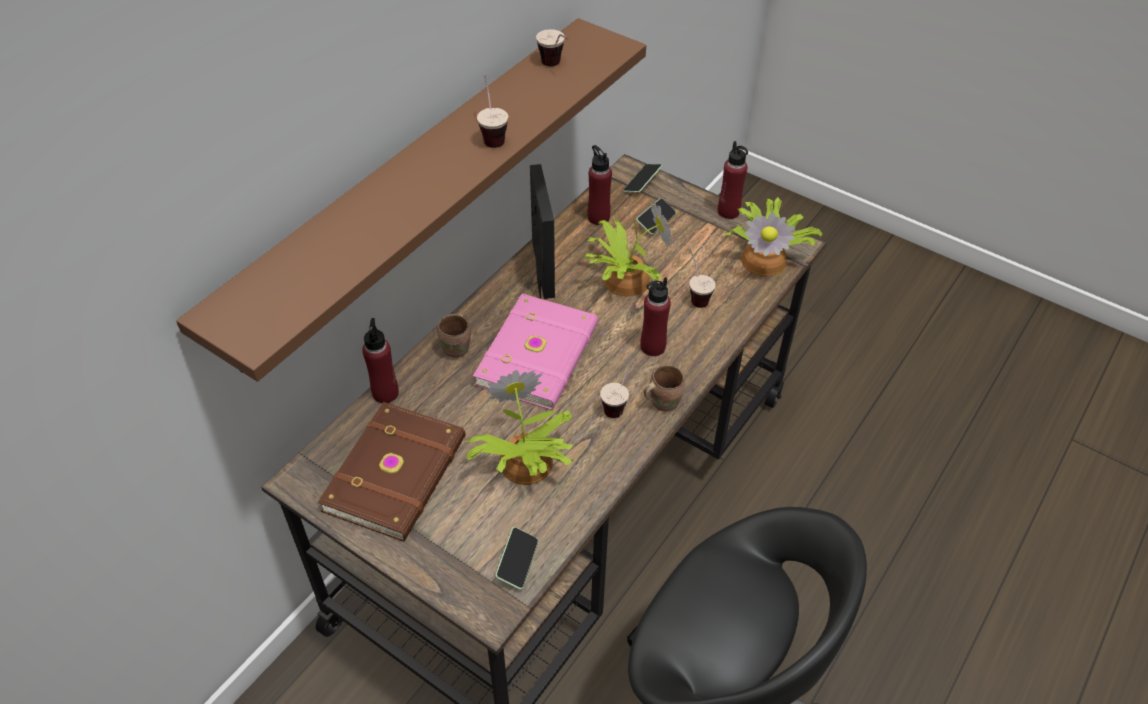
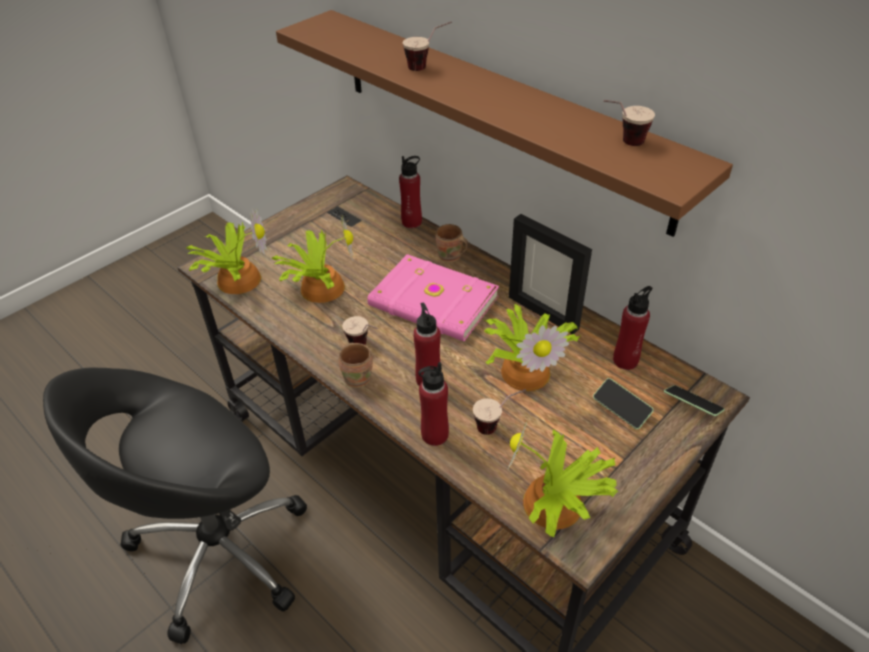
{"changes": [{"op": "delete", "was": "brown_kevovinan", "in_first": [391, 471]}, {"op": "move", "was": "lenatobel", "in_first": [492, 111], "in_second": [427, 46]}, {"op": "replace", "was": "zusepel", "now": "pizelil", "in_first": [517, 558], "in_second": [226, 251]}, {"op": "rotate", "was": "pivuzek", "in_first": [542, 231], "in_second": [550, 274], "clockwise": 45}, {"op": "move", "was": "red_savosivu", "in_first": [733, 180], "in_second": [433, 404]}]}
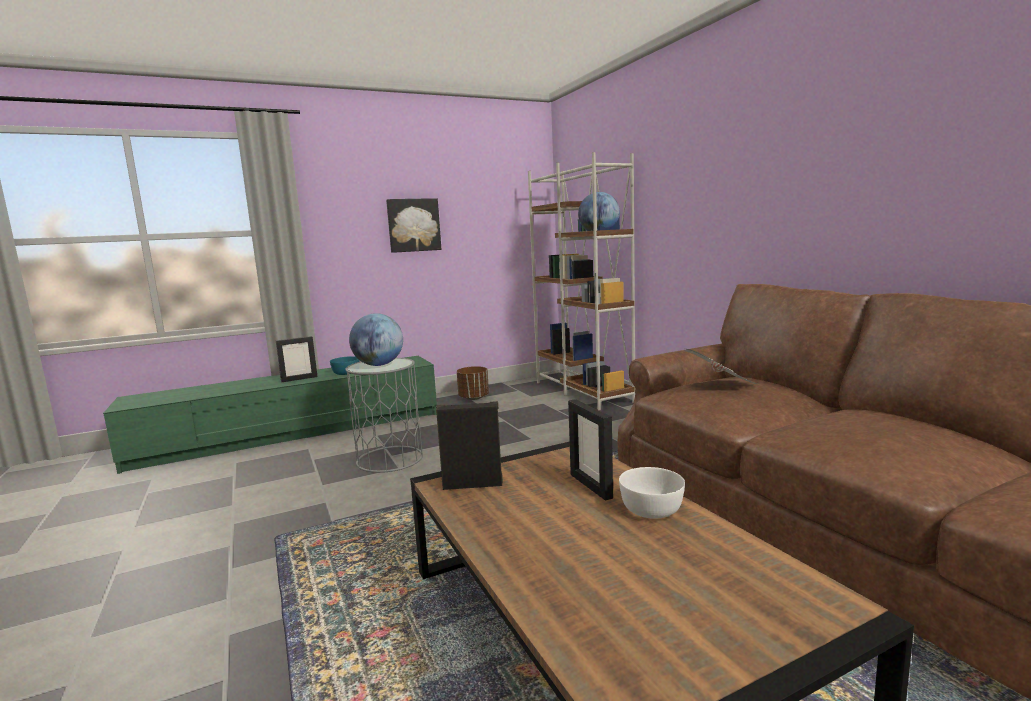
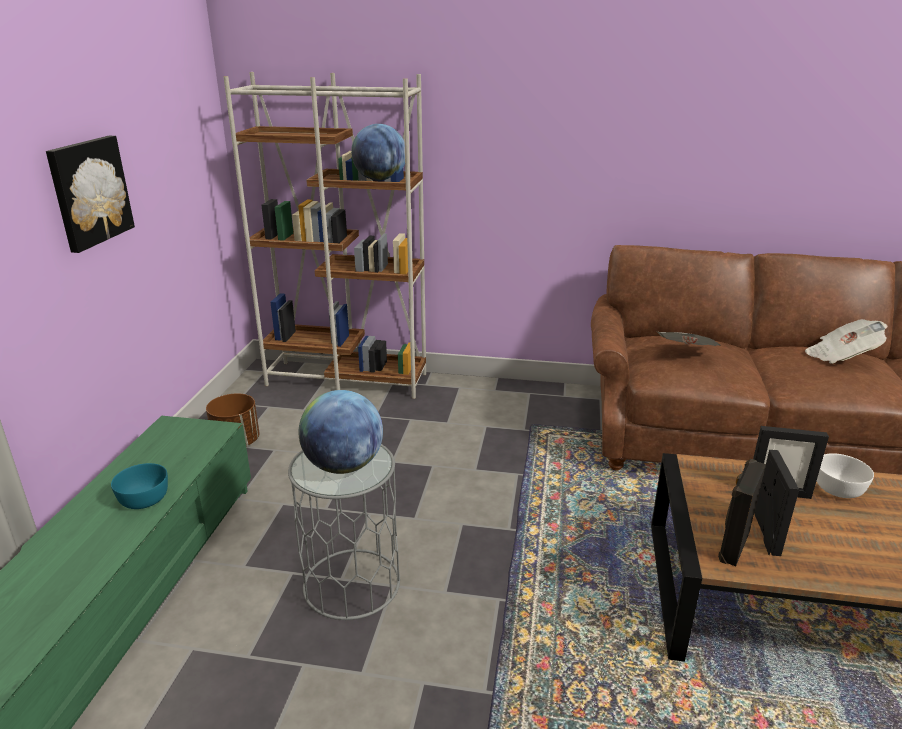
{"changes": [{"op": "move", "was": "pivuzek", "in_first": [297, 359], "in_second": [776, 503]}, {"op": "insert", "now": "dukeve", "in_second": [846, 341]}]}
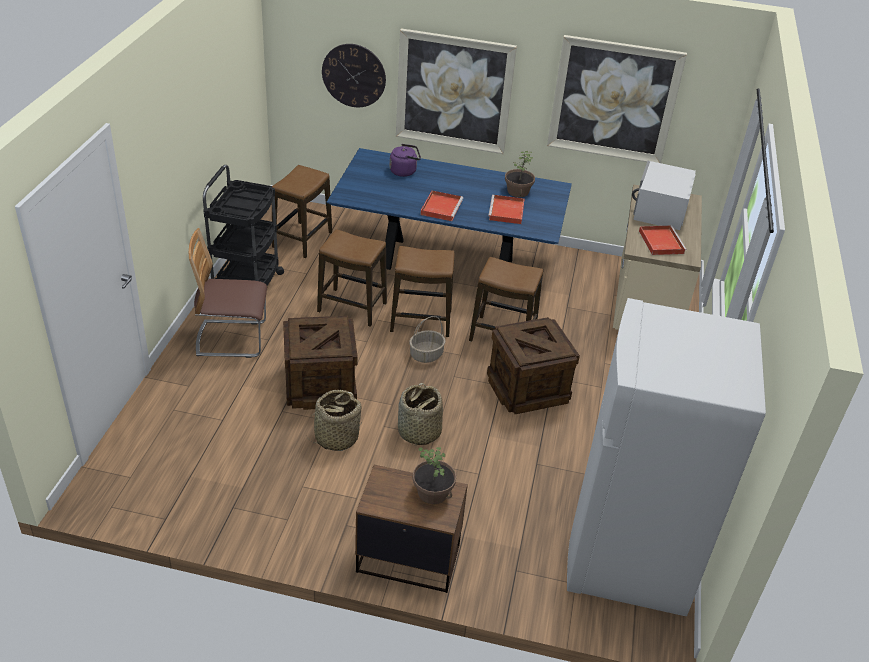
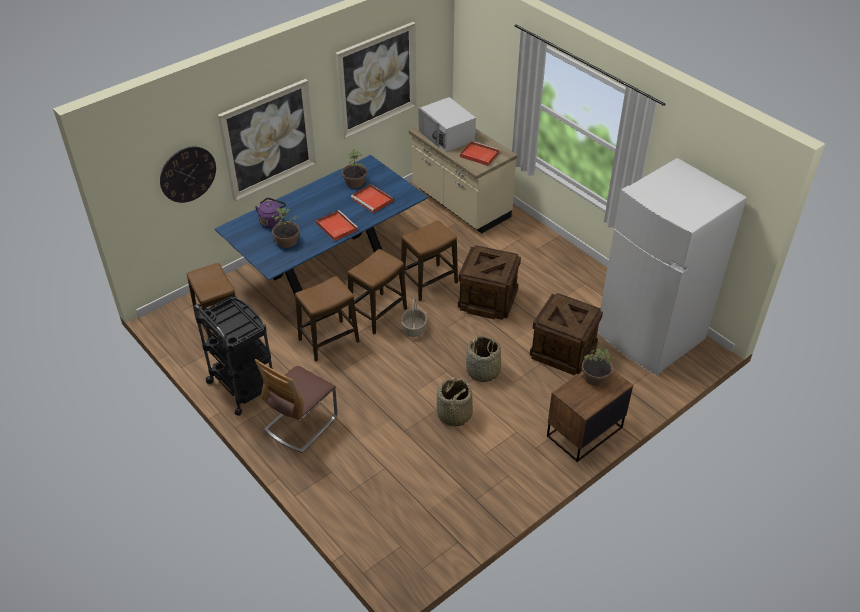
{"changes": [{"op": "move", "was": "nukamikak", "in_first": [320, 363], "in_second": [566, 334]}, {"op": "insert", "now": "pizelil", "in_second": [285, 228]}]}
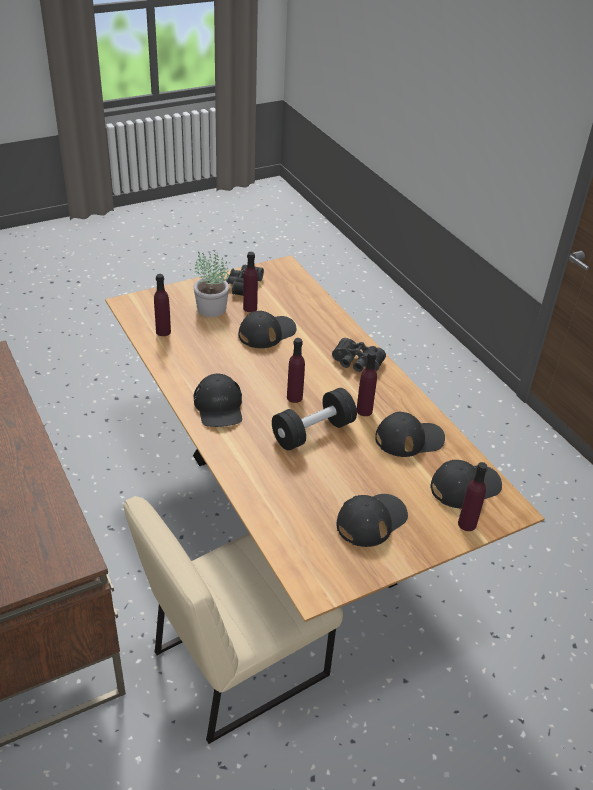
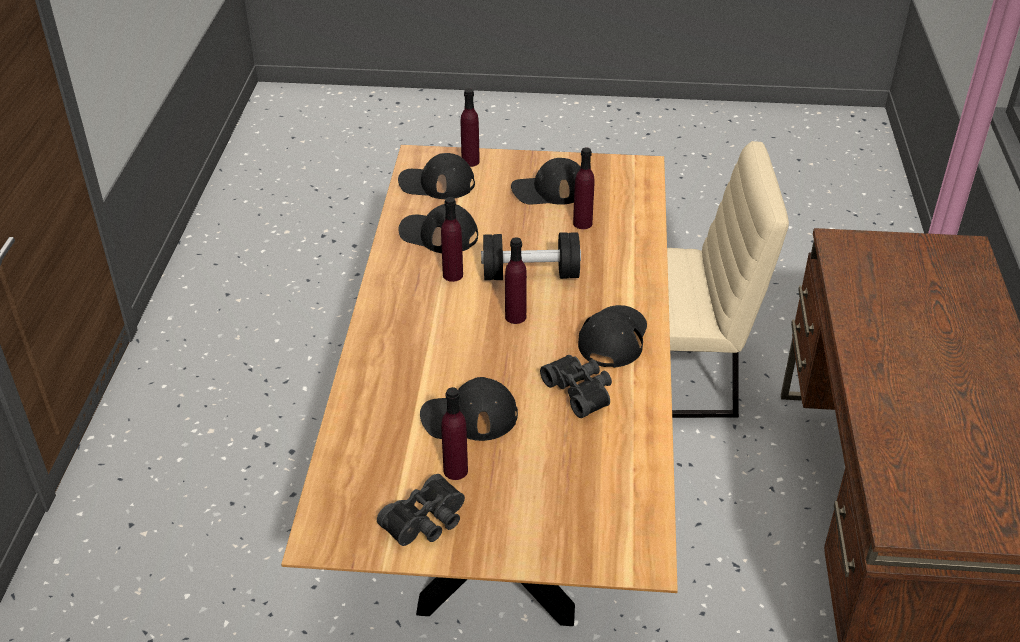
{"changes": [{"op": "move", "was": "purple_savosivu", "in_first": [162, 305], "in_second": [584, 188]}, {"op": "delete", "was": "pizelil", "in_first": [211, 284]}, {"op": "move", "was": "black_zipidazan", "in_first": [359, 355], "in_second": [576, 386]}]}
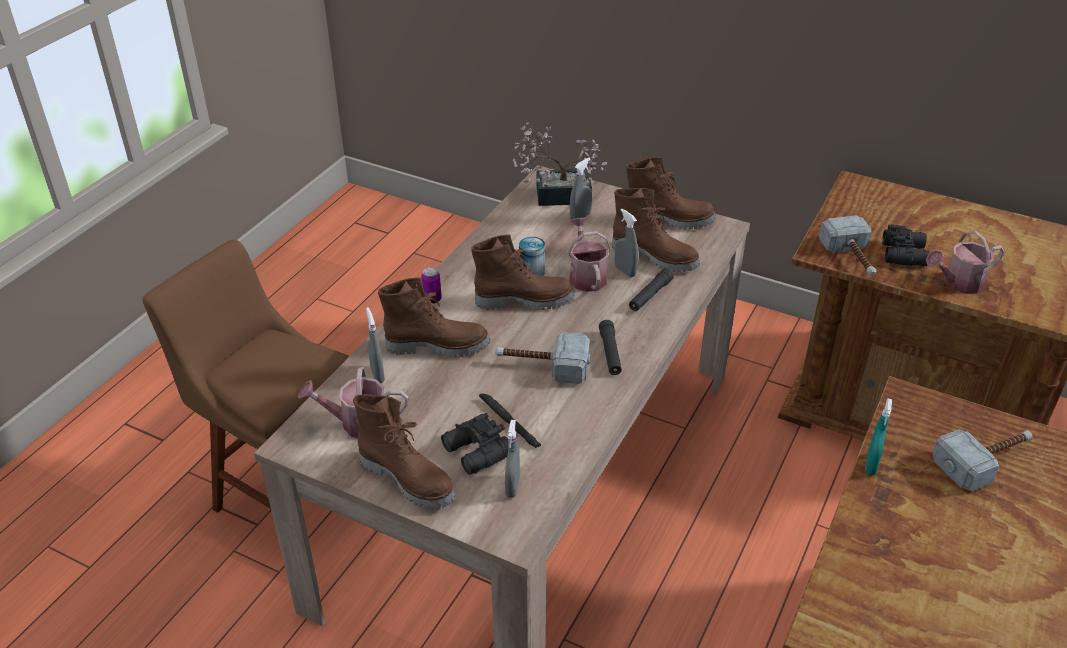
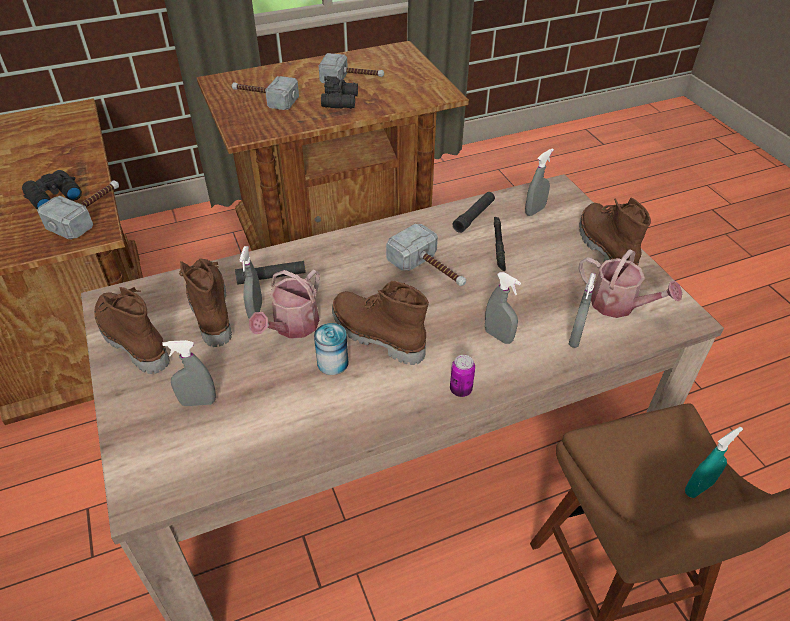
{"changes": [{"op": "replace", "was": "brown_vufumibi", "now": "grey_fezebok", "in_first": [434, 317], "in_second": [503, 308]}, {"op": "move", "was": "black_zipidazan", "in_first": [474, 444], "in_second": [339, 92]}, {"op": "delete", "was": "pizelil", "in_first": [560, 164]}, {"op": "move", "was": "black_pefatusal", "in_first": [610, 347], "in_second": [474, 212]}, {"op": "move", "was": "turquoise_fezebok", "in_first": [878, 436], "in_second": [714, 462]}, {"op": "delete", "was": "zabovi", "in_first": [965, 262]}, {"op": "insert", "now": "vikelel", "in_second": [351, 68]}]}
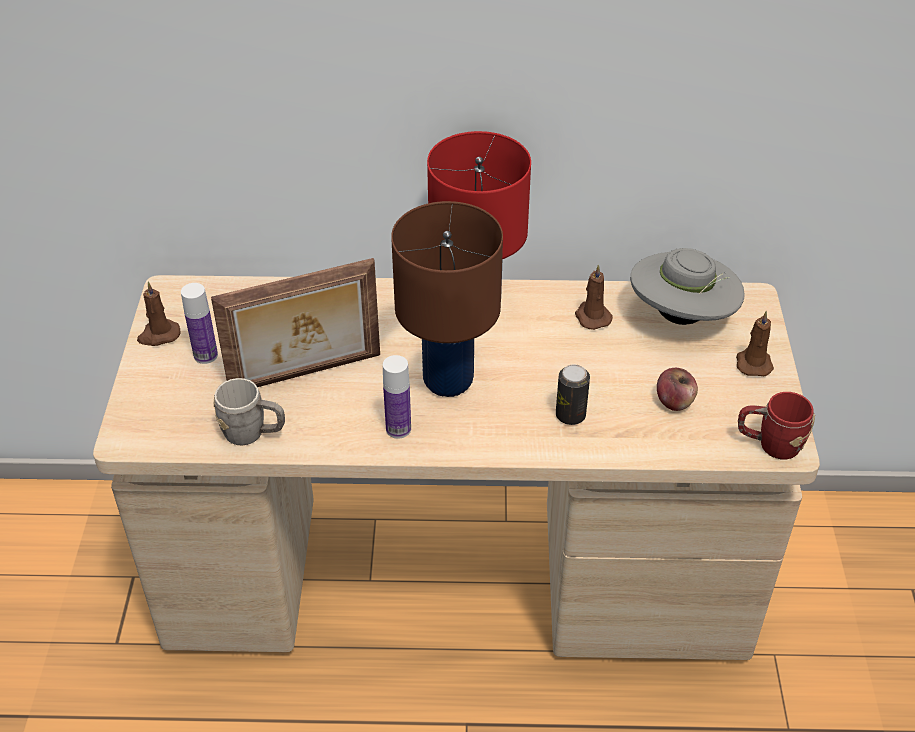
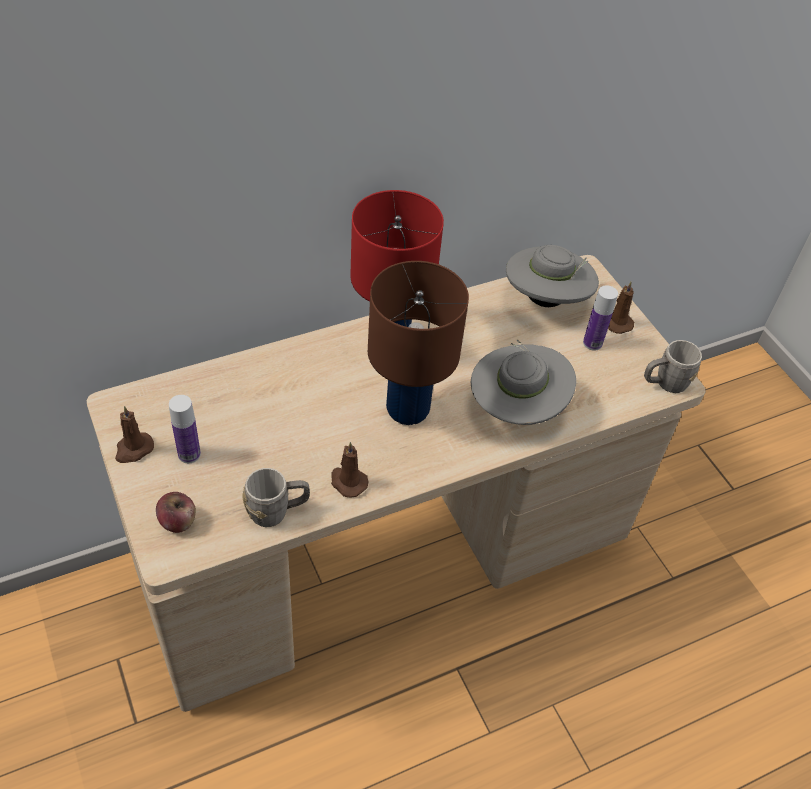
{"changes": [{"op": "delete", "was": "pivuzek", "in_first": [295, 322]}, {"op": "move", "was": "savosivu", "in_first": [397, 397], "in_second": [600, 318]}, {"op": "replace", "was": "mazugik", "now": "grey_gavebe", "in_first": [573, 394], "in_second": [523, 382]}, {"op": "move", "was": "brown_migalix", "in_first": [594, 297], "in_second": [349, 470]}, {"op": "move", "was": "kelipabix", "in_first": [677, 389], "in_second": [176, 512]}, {"op": "recolor", "was": "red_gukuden", "now": "grey_gukuden", "in_first": [776, 425], "in_second": [673, 366]}]}
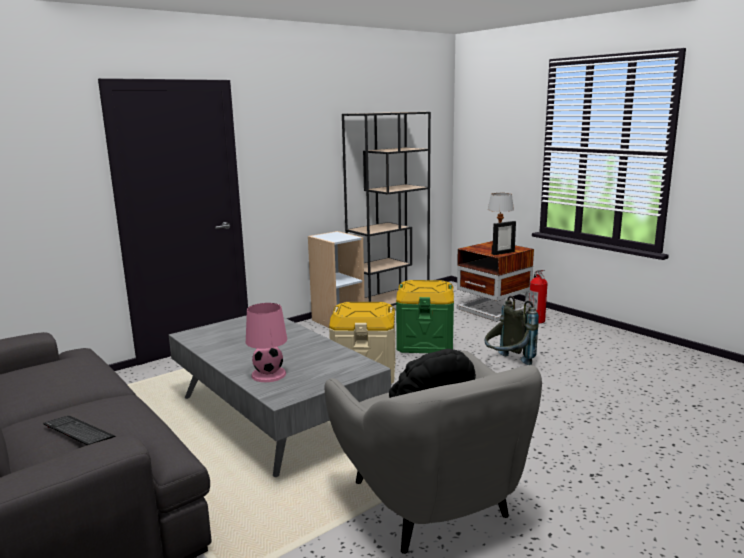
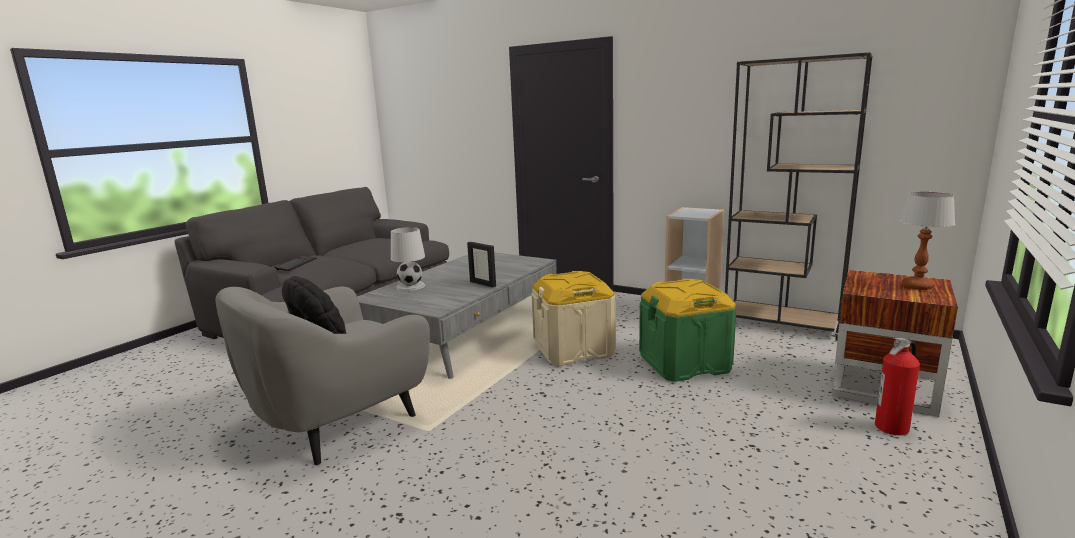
{"changes": [{"op": "recolor", "was": "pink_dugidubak", "now": "white_dugidubak", "in_first": [266, 342], "in_second": [408, 259]}, {"op": "delete", "was": "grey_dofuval", "in_first": [512, 330]}, {"op": "move", "was": "pivuzek", "in_first": [504, 238], "in_second": [481, 264]}]}
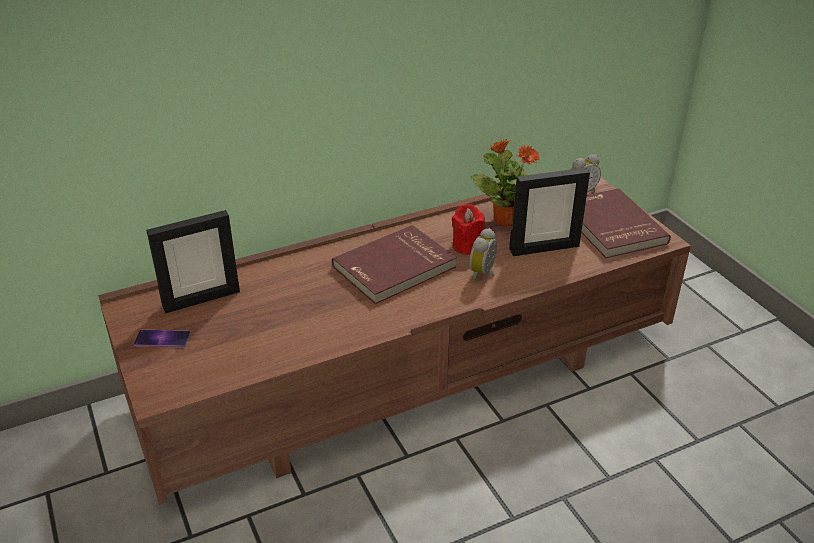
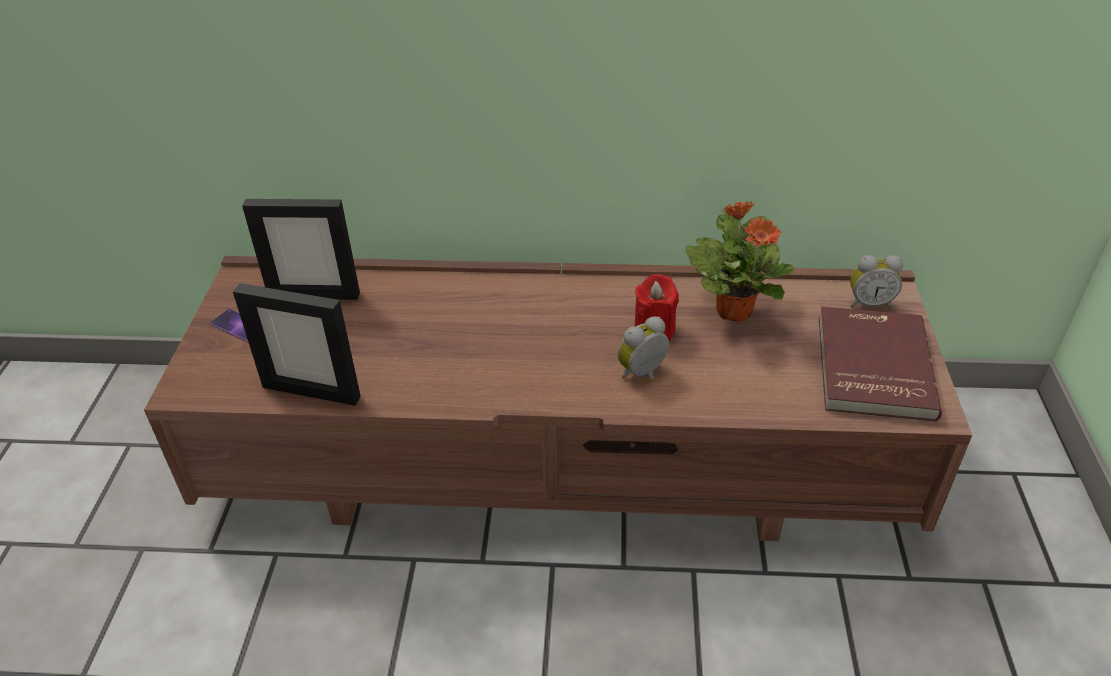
{"changes": [{"op": "delete", "was": "red_kevovinan", "in_first": [394, 264]}, {"op": "move", "was": "pivuzek", "in_first": [549, 212], "in_second": [297, 344]}]}
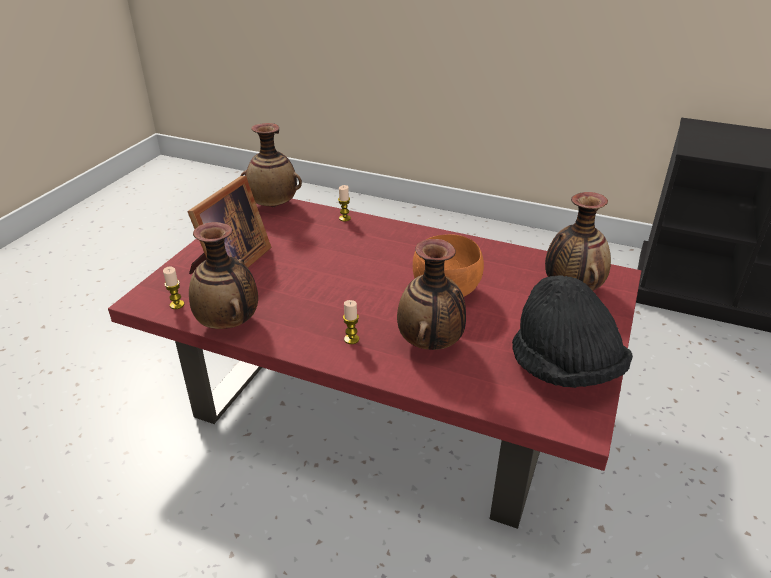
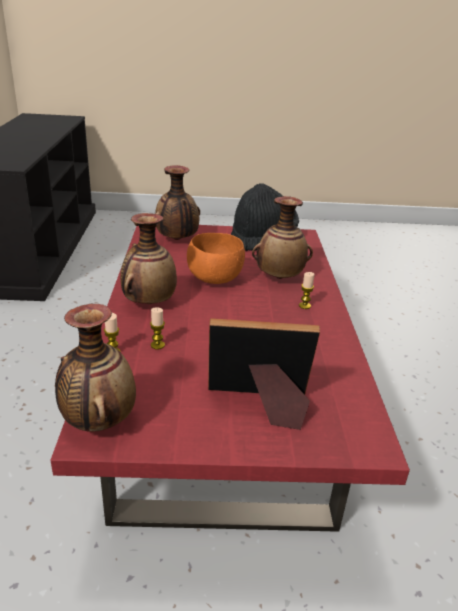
{"changes": [{"op": "move", "was": "migalix", "in_first": [173, 287], "in_second": [157, 328]}, {"op": "move", "was": "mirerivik", "in_first": [223, 275], "in_second": [148, 258]}]}
